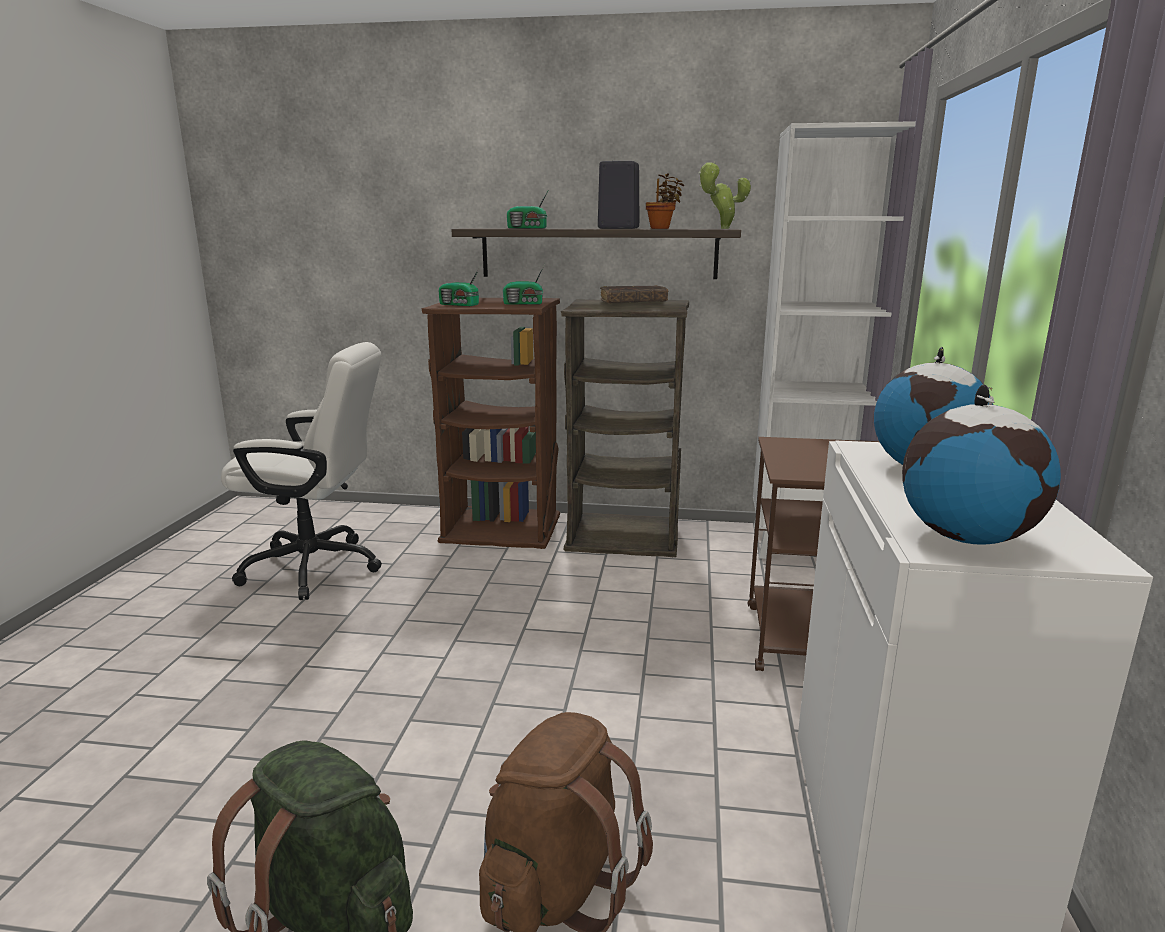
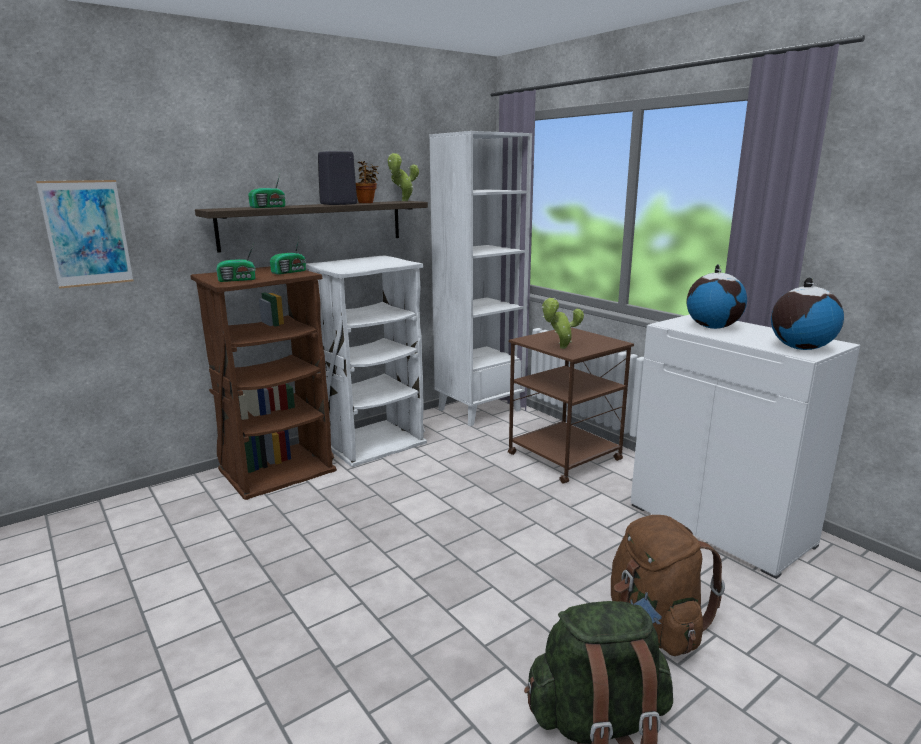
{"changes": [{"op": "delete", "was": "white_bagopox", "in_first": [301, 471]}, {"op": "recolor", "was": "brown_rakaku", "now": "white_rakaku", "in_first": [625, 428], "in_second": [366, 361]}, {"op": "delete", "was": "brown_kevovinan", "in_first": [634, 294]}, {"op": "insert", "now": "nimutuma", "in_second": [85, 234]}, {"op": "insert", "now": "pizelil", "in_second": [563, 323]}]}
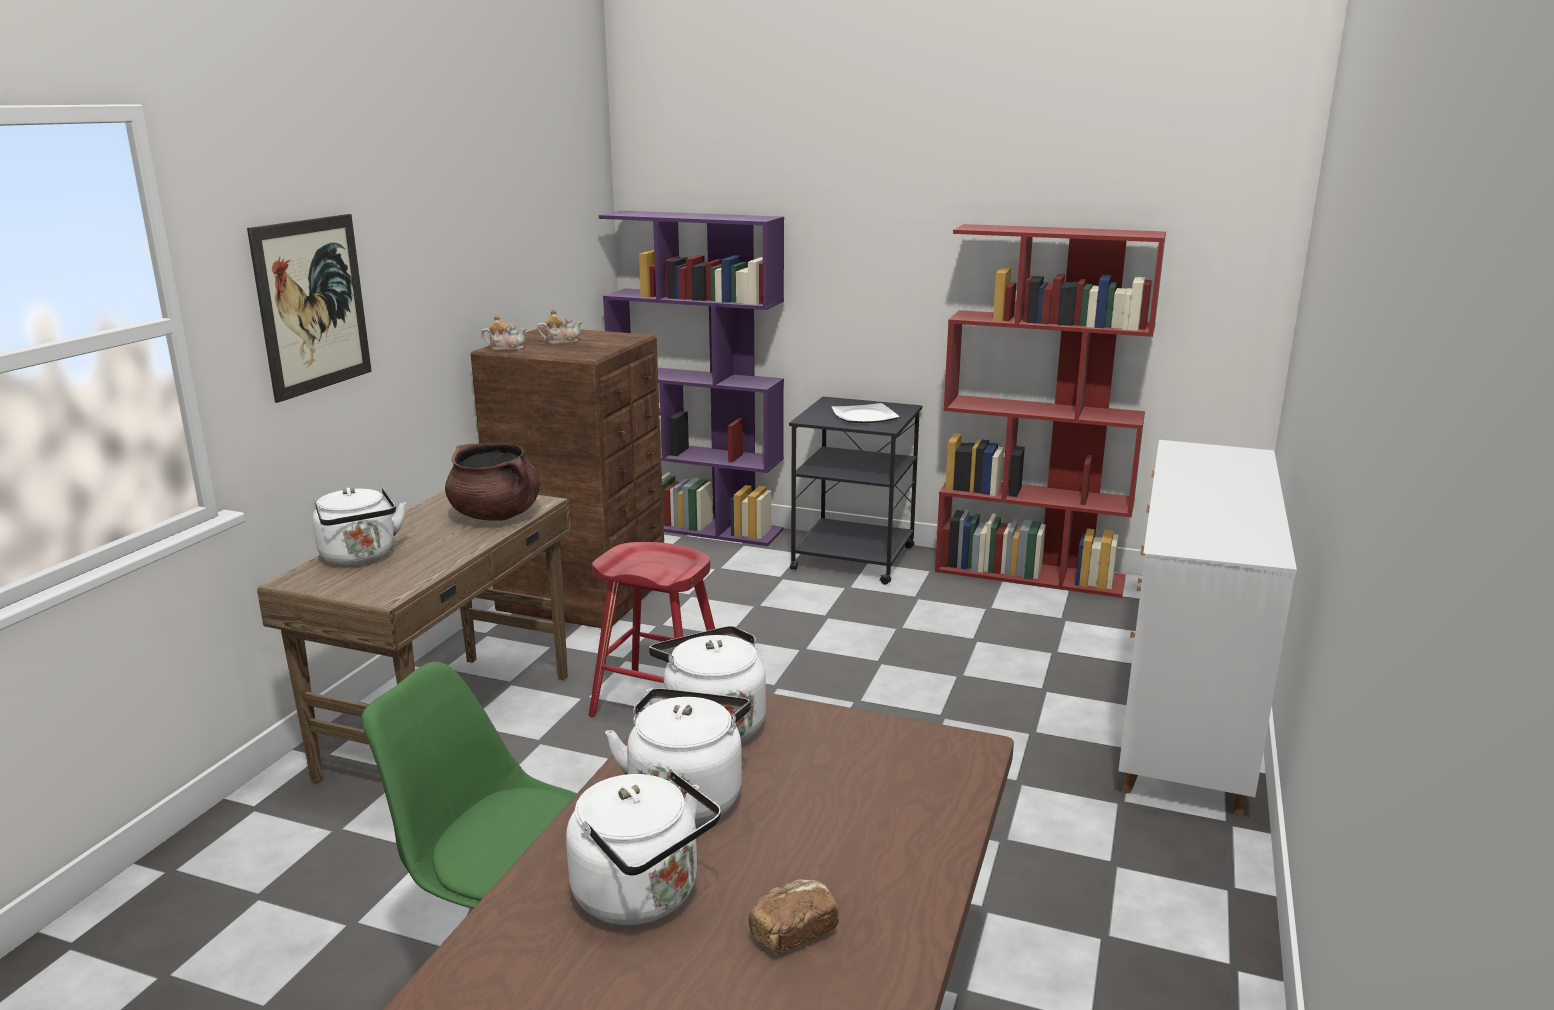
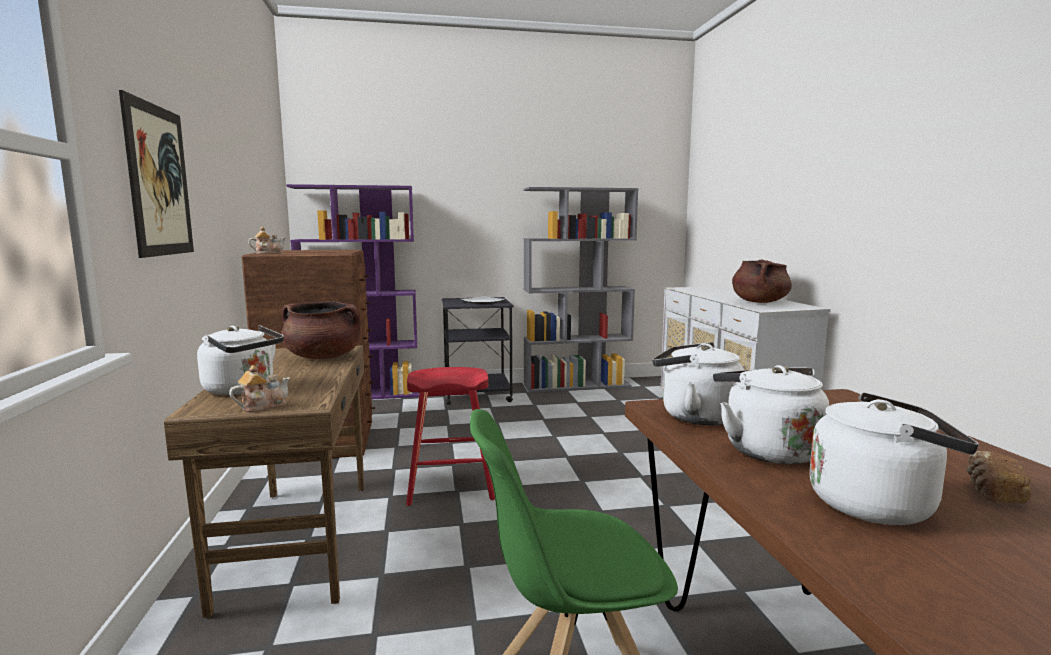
{"changes": [{"op": "move", "was": "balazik", "in_first": [559, 326], "in_second": [260, 388]}, {"op": "recolor", "was": "red_rakaku", "now": "grey_rakaku", "in_first": [1050, 411], "in_second": [581, 290]}, {"op": "insert", "now": "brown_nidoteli", "in_second": [762, 281]}]}
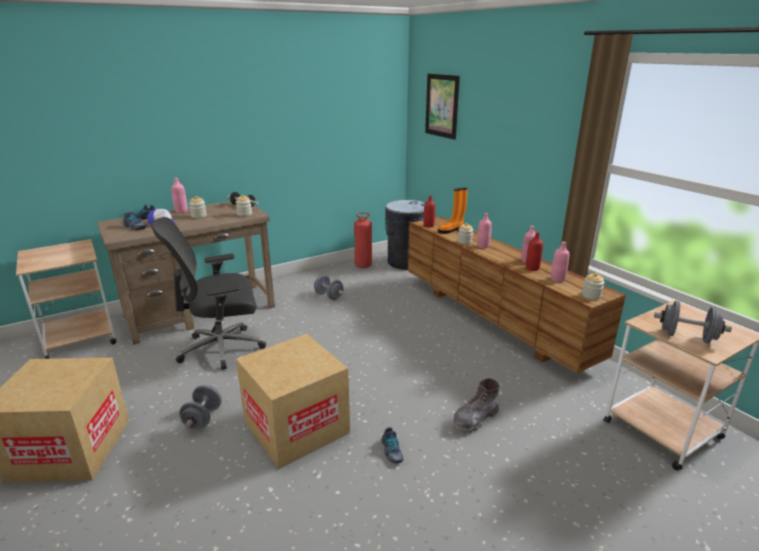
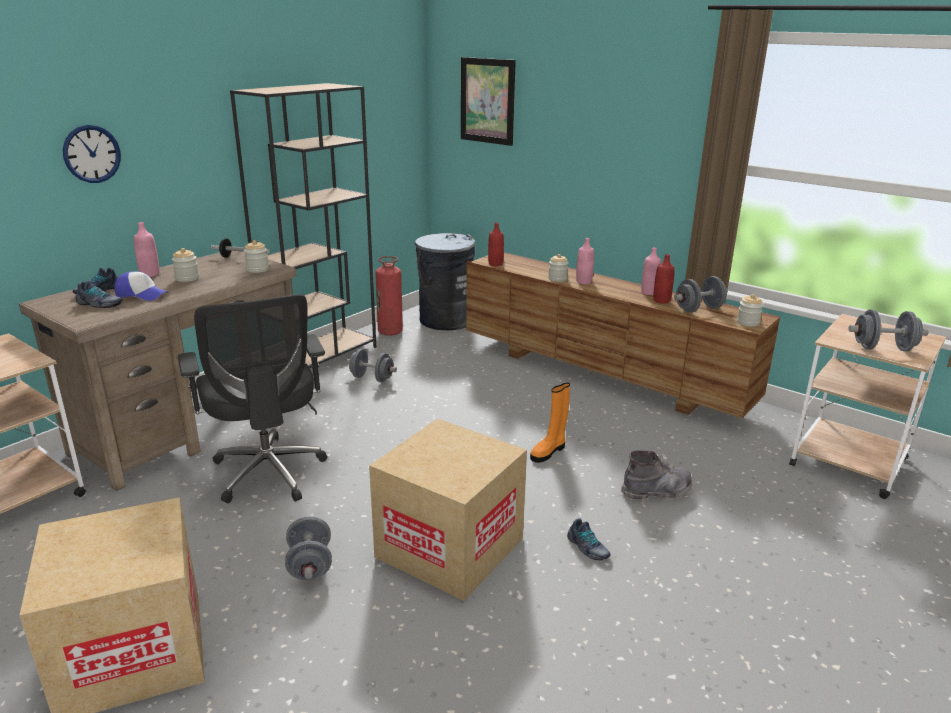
{"changes": [{"op": "rotate", "was": "bagopox", "in_first": [208, 293], "in_second": [252, 398], "clockwise": -75}, {"op": "move", "was": "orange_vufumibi", "in_first": [452, 211], "in_second": [550, 422]}, {"op": "rotate", "was": "grey_vufumibi", "in_first": [476, 405], "in_second": [657, 475], "clockwise": -135}, {"op": "replace", "was": "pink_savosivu", "now": "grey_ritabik", "in_first": [560, 261], "in_second": [701, 294]}, {"op": "insert", "now": "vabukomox", "in_second": [92, 154]}, {"op": "insert", "now": "rakaku", "in_second": [303, 225]}]}
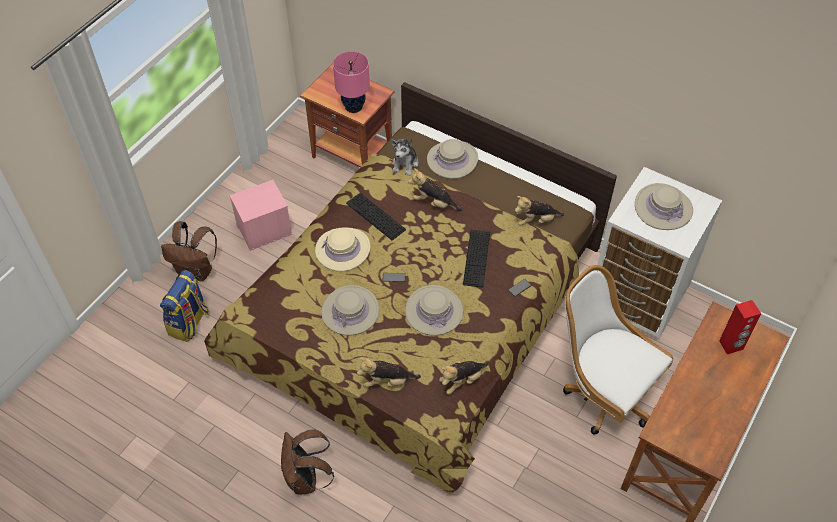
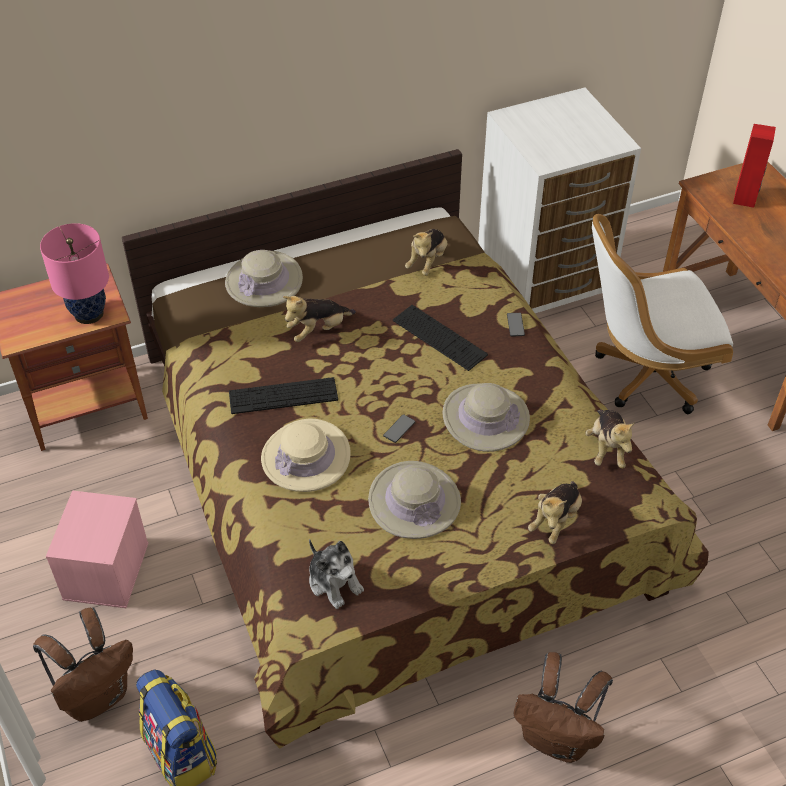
{"changes": [{"op": "move", "was": "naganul", "in_first": [404, 157], "in_second": [336, 574]}, {"op": "delete", "was": "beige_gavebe", "in_first": [664, 206]}]}
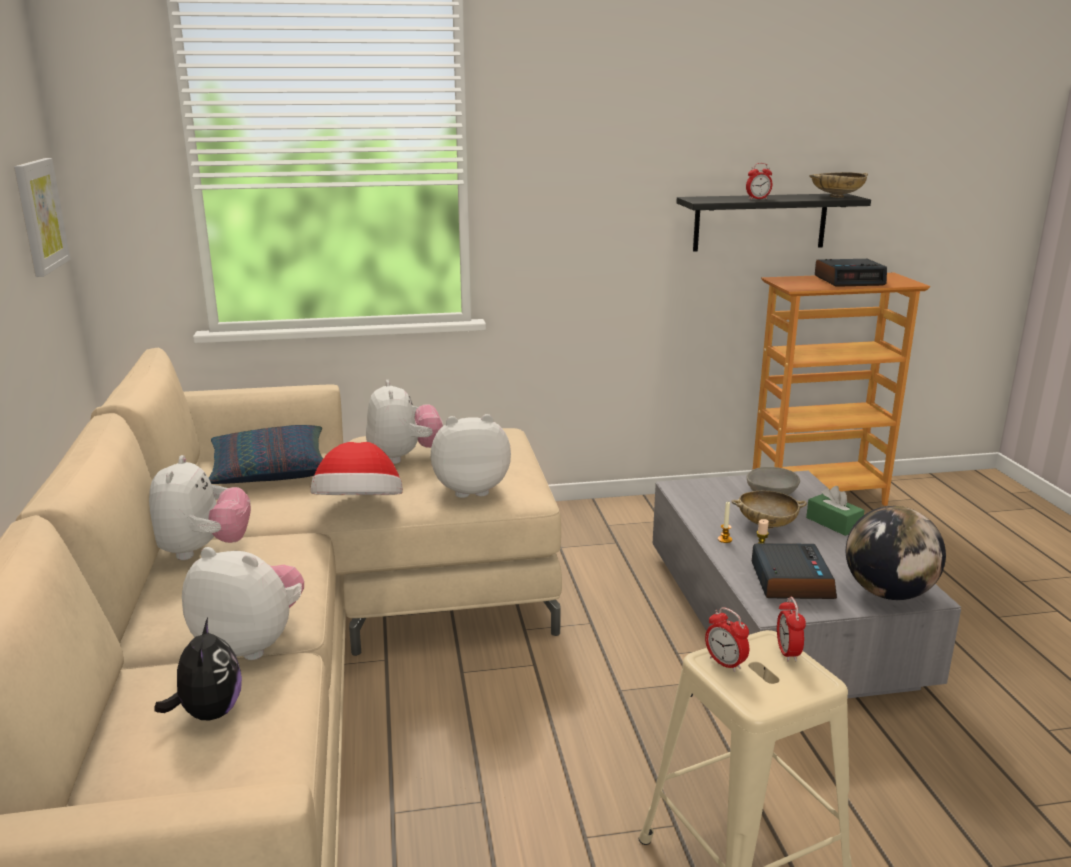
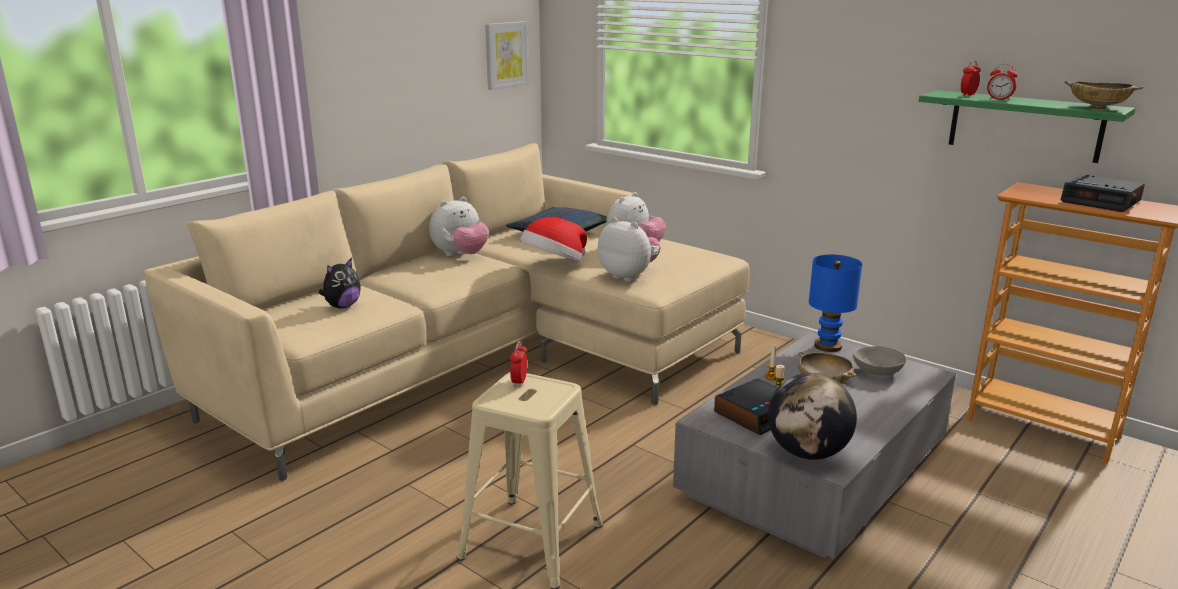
{"changes": [{"op": "delete", "was": "naganul", "in_first": [243, 603]}, {"op": "recolor", "was": "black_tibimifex", "now": "green_tibimifex", "in_first": [773, 222], "in_second": [1027, 126]}, {"op": "move", "was": "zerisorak", "in_first": [791, 629], "in_second": [971, 78]}, {"op": "delete", "was": "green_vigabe", "in_first": [835, 511]}, {"op": "insert", "now": "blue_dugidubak", "in_second": [835, 303]}]}
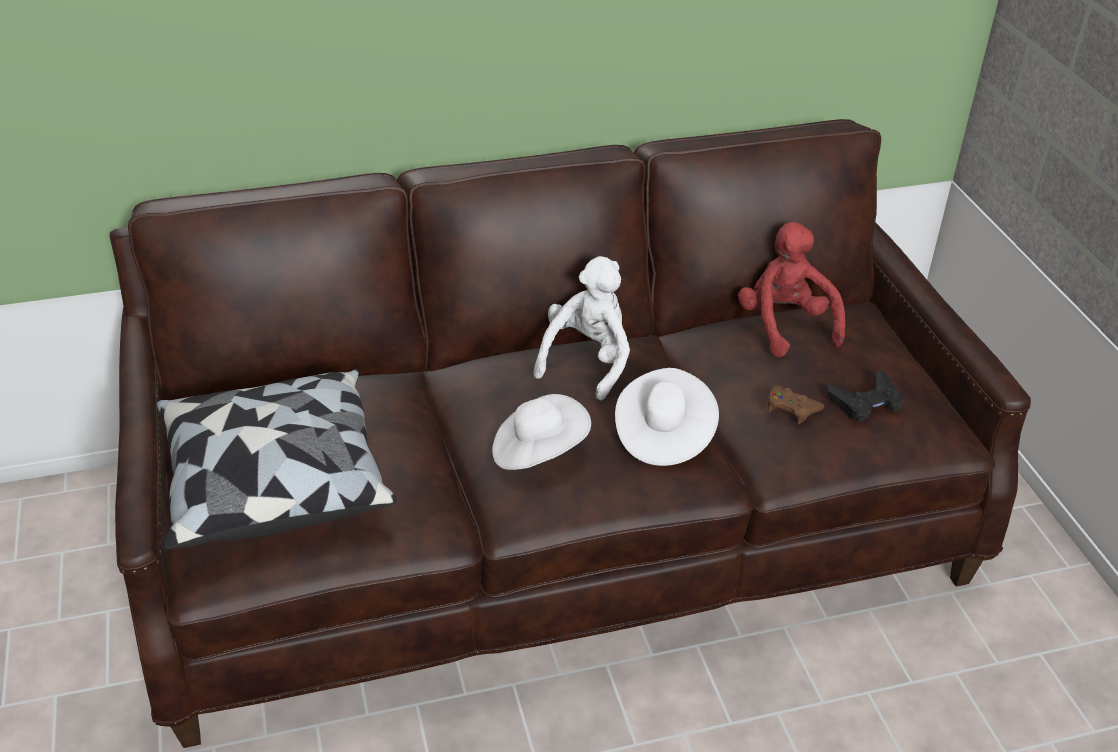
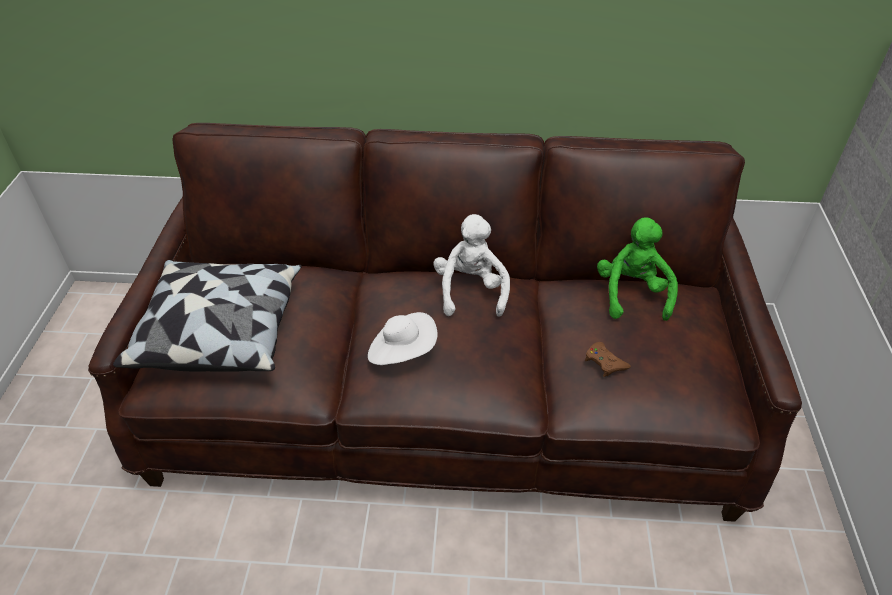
{"changes": [{"op": "rotate", "was": "white_naganul", "in_first": [582, 328], "in_second": [471, 265], "clockwise": -45}, {"op": "delete", "was": "white_gavebe", "in_first": [667, 417]}, {"op": "recolor", "was": "red_naganul", "now": "green_naganul", "in_first": [791, 289], "in_second": [637, 269]}, {"op": "delete", "was": "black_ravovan", "in_first": [865, 396]}]}
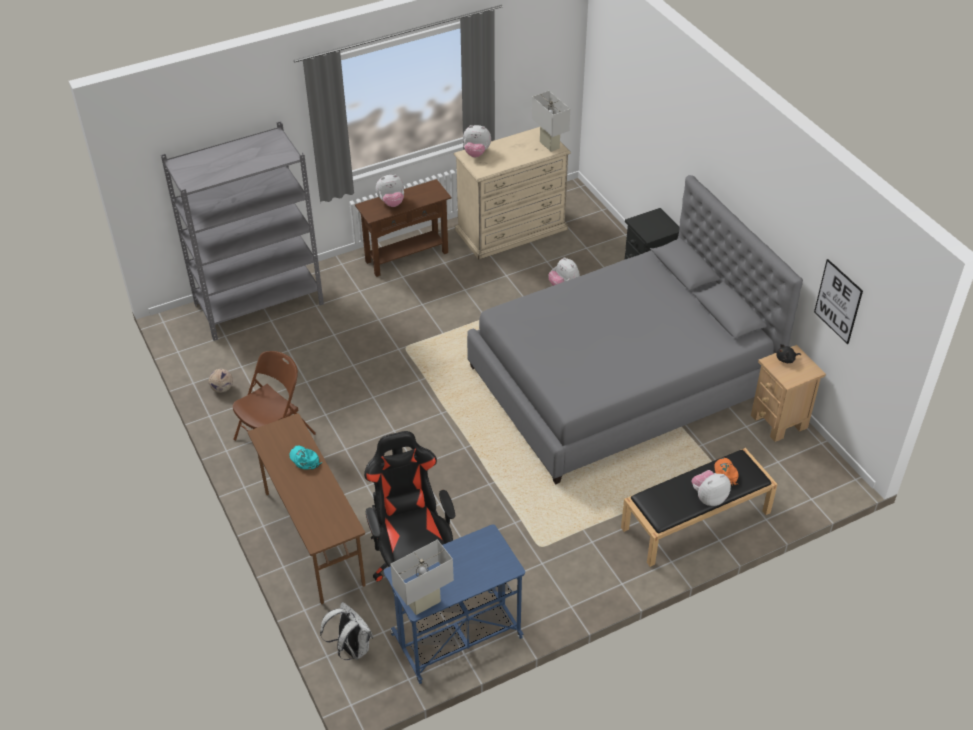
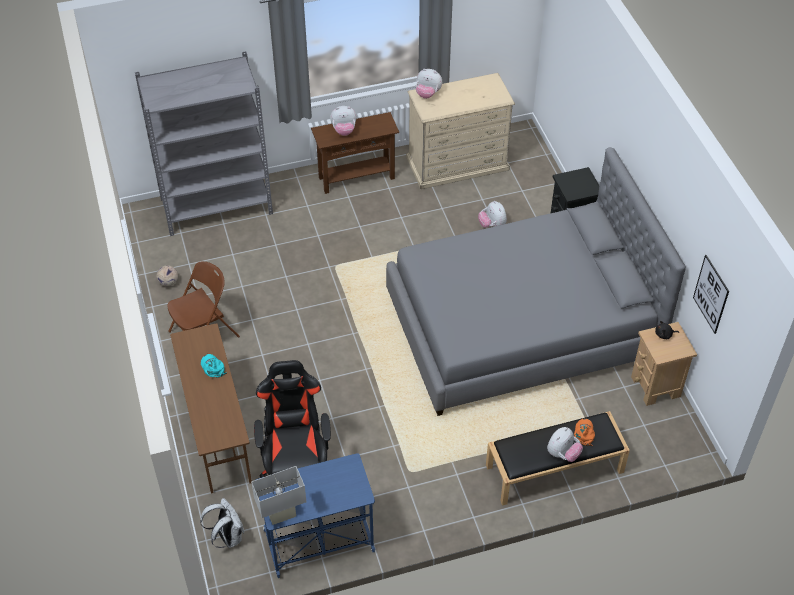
{"changes": [{"op": "delete", "was": "white_dugidubak", "in_first": [551, 121]}, {"op": "rotate", "was": "naganul", "in_first": [711, 488], "in_second": [565, 444], "clockwise": 150}]}
